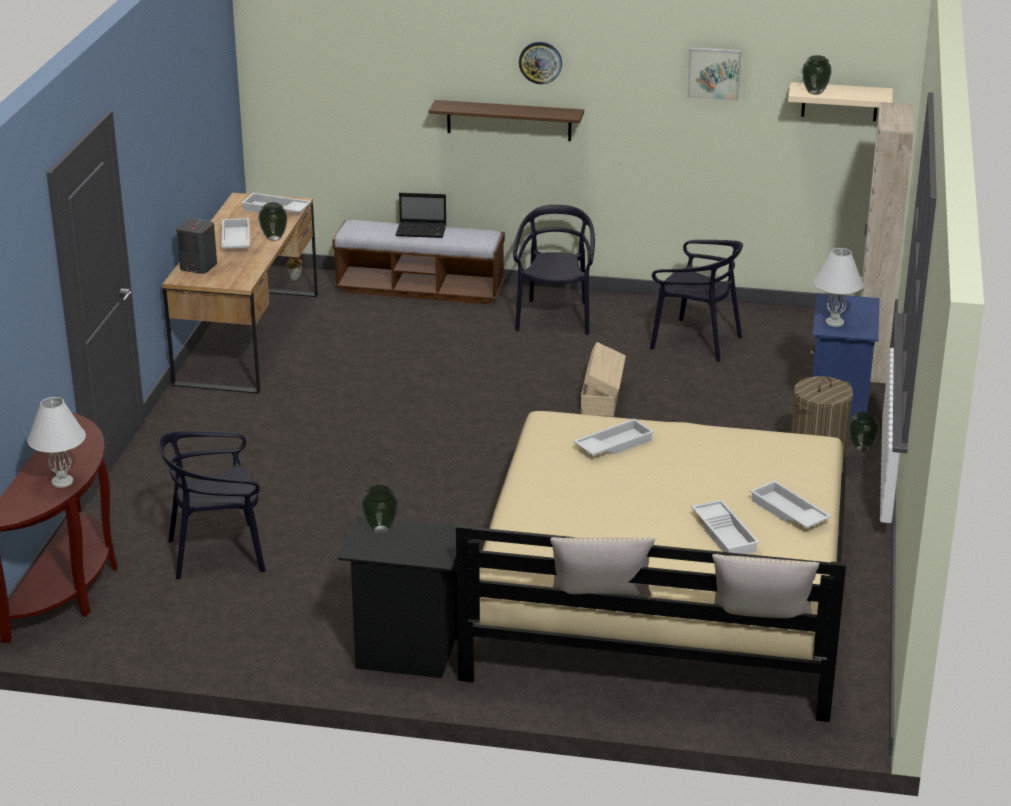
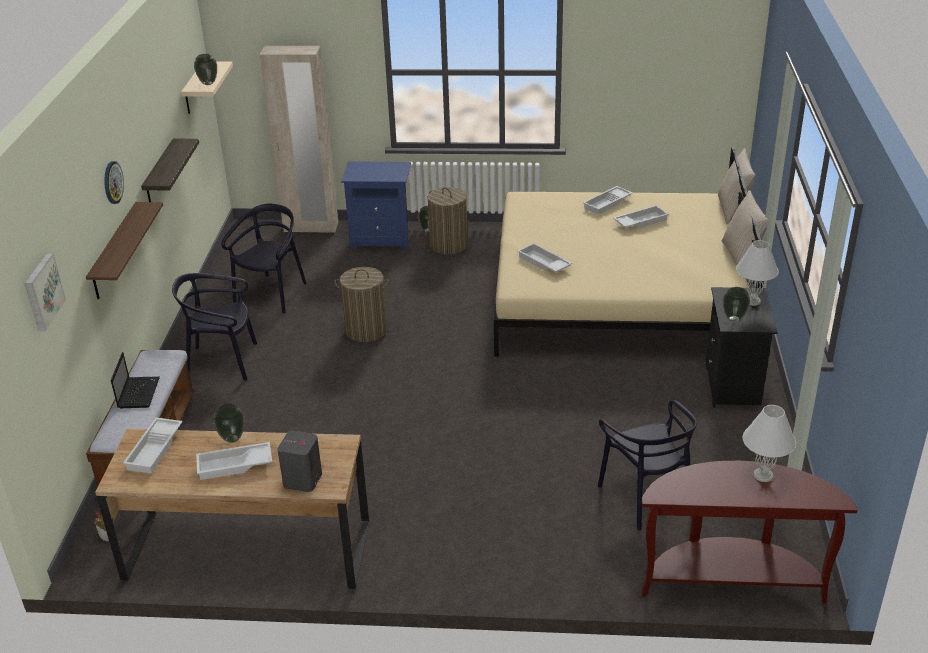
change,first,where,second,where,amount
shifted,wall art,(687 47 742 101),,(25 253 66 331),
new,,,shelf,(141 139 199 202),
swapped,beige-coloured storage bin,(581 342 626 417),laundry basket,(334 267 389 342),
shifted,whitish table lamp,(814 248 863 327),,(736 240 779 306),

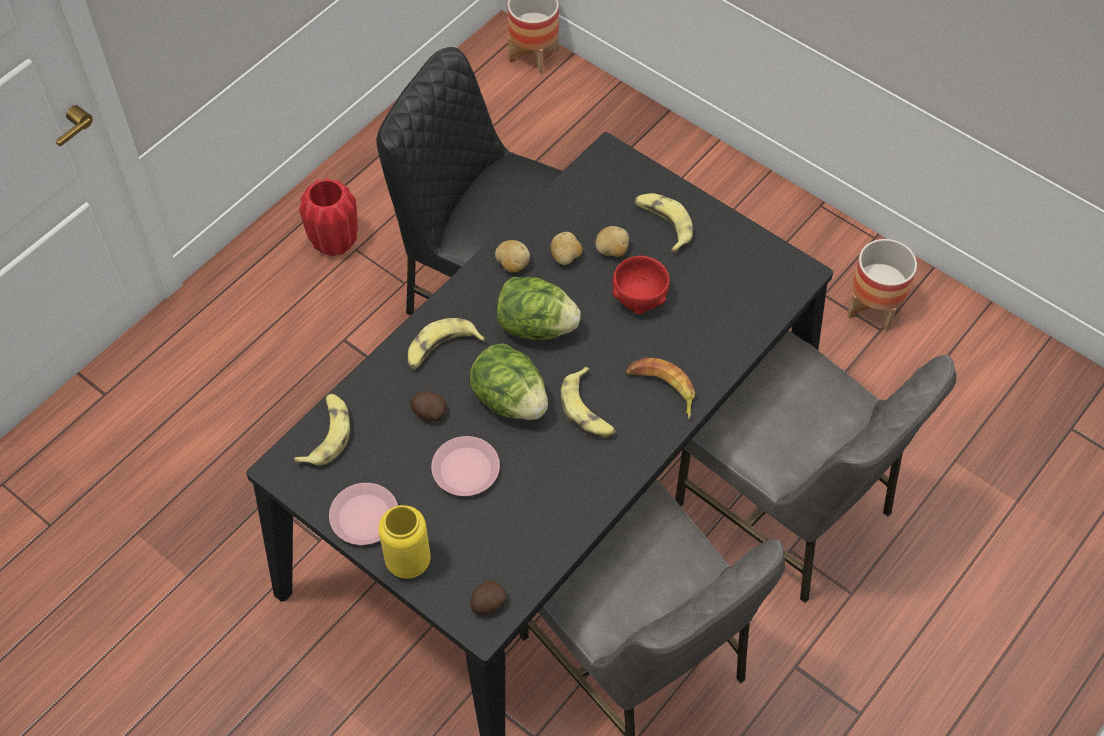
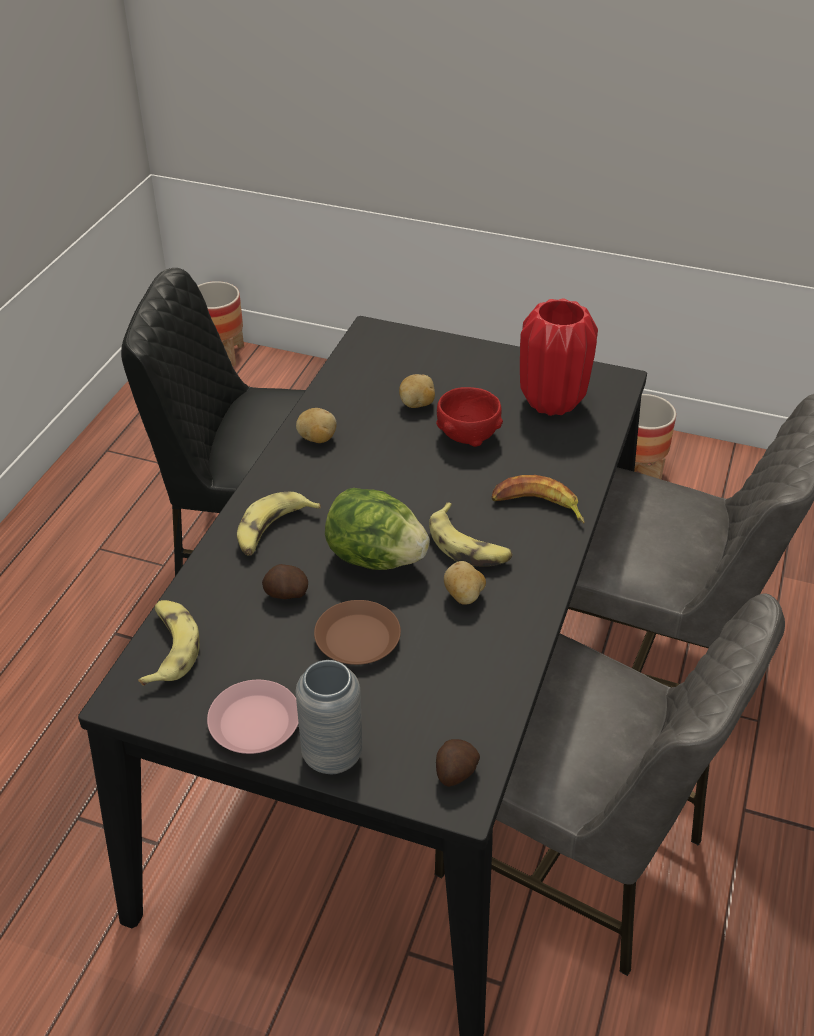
change,first,where,second,where,amount
repainted,yellow decorative vase,(378 505 431 579),gray decorative vase,(296 660 363 774),
repainted,pink dinner plate,(431 436 500 496),brown-coloured dinner plate,(314 600 401 665),
shifted,spud,(550 232 583 265),,(444 561 486 605),
shifted,reddish decorative vase,(299 178 358 256),,(520 298 598 416),
gone,lettuce head,(497 277 581 340),,,
gone,banana,(634 193 693 252),,,

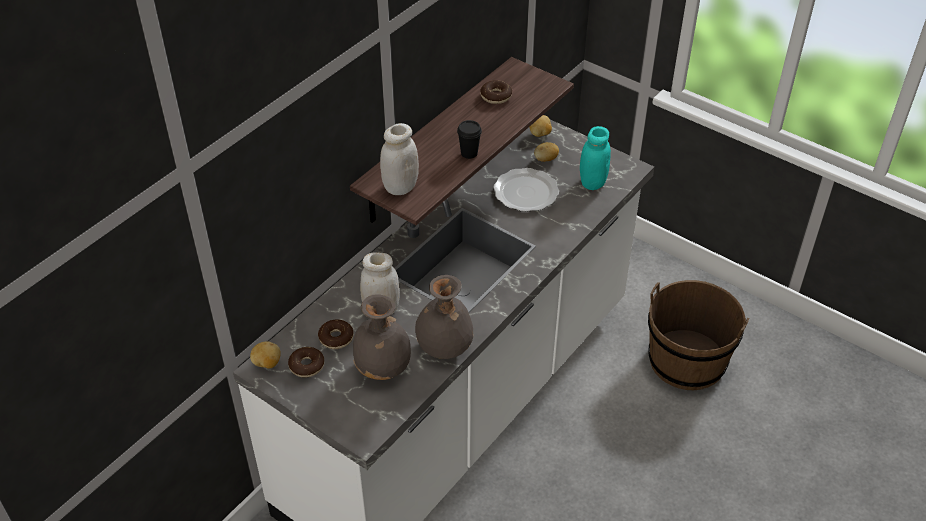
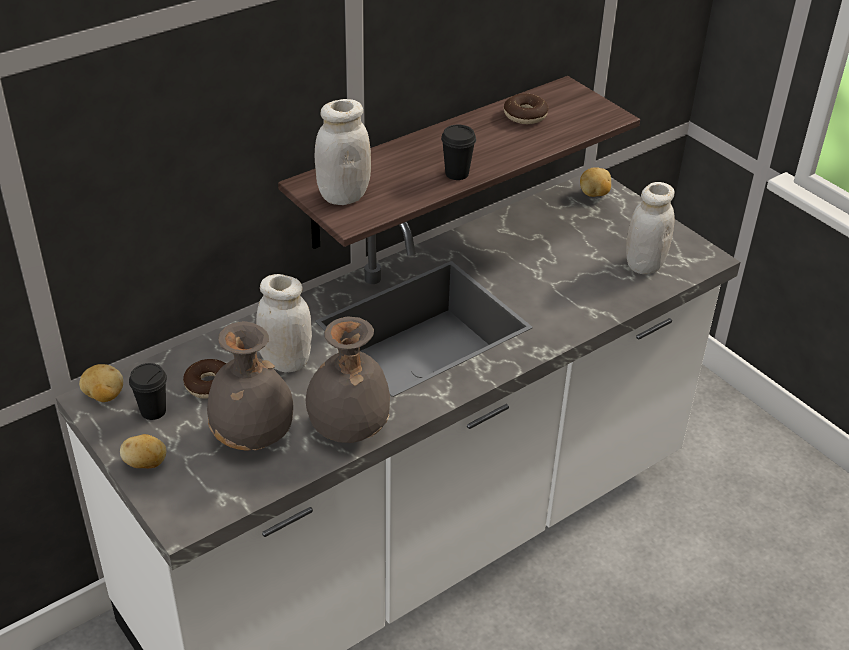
change,first,where,second,where,amount
shifted,spud,(534 142 559 162),,(120 434 167 468),
swapped,donut,(288 347 324 378),black drinking cup,(129 363 167 420),
repainted,turquoise-coloured jar,(580 126 611 190),whitish jar,(626 182 675 274),
gone,dinner plate,(493 168 559 212),,,
gone,brown-coloured pail,(648 280 749 390),,,

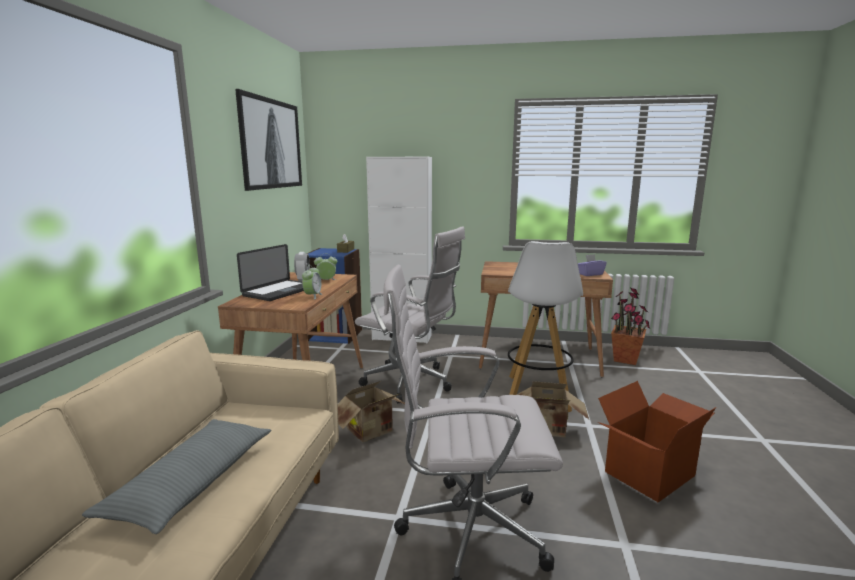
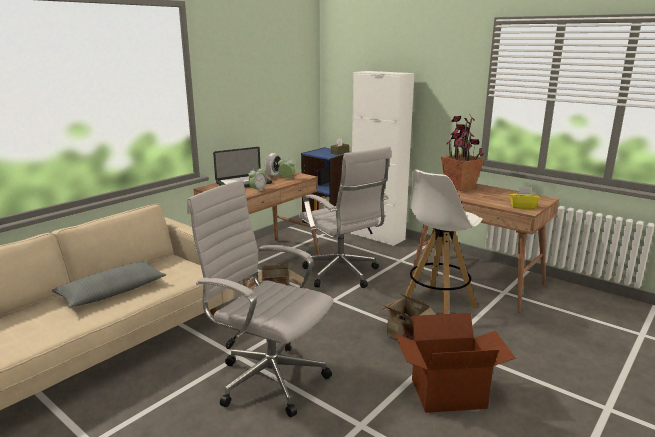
change,first,where,second,where,amount
shifted,houseplant,(611 288 650 365),,(441 115 484 191),
repainted,purplish tissue holder,(578 254 607 276),yellow tissue holder,(510 187 540 209),
gone,wall art,(235 89 302 191),,,

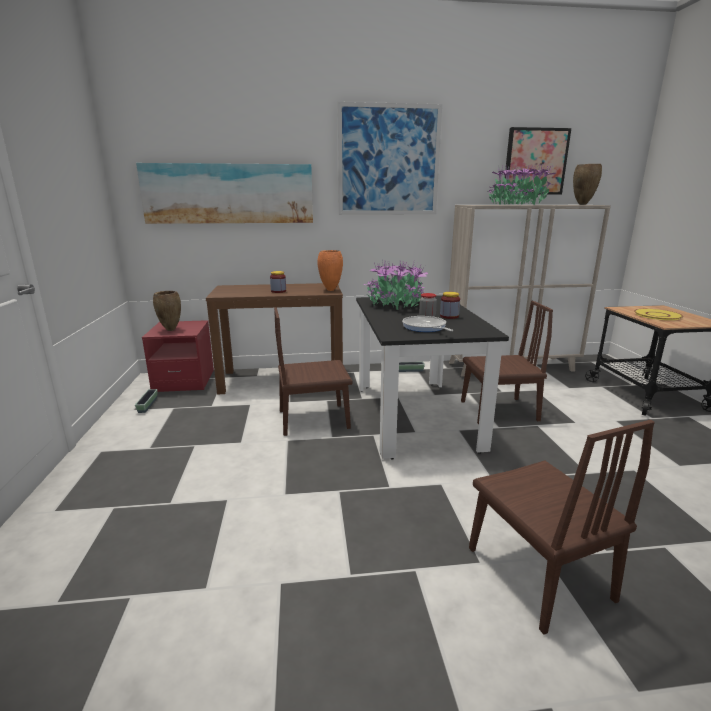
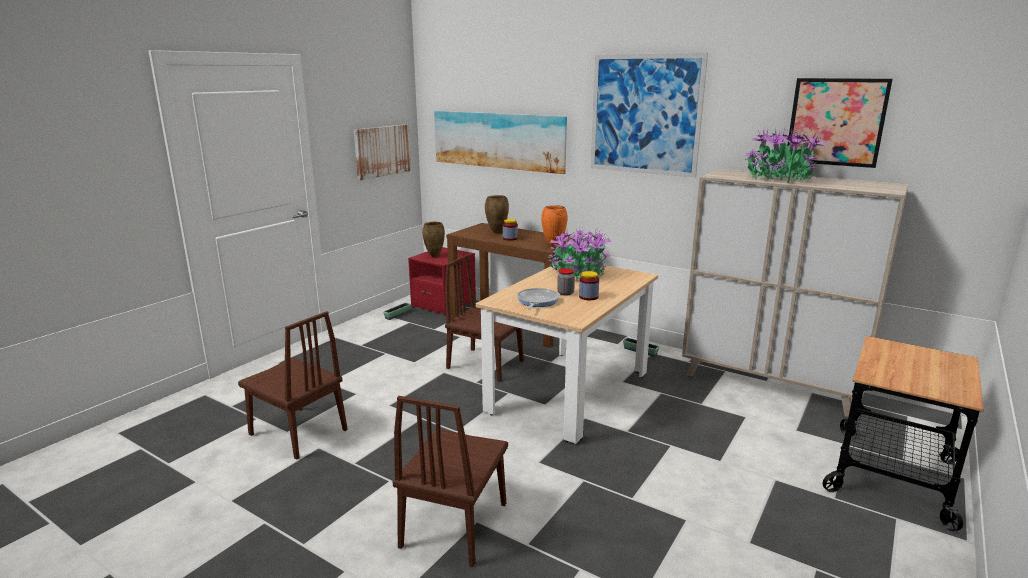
change,first,where,second,where,amount
shifted,brown-coloured upright chair,(461 301 553 424),,(238 311 348 459),
new,,,wall art,(354 124 411 180),
repainted,black kitchen table,(356 295 509 459),beige-coloured kitchen table,(476 262 658 444),
shifted,brown-coloured decorative vase,(573 164 602 205),,(485 195 509 234),
gone,yellow dinner plate,(634 309 683 320),,,

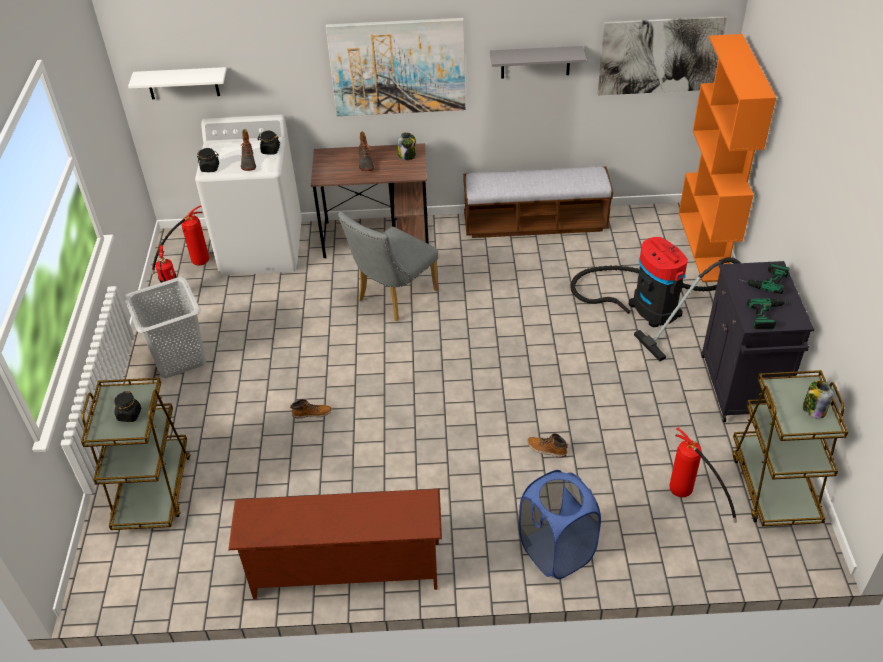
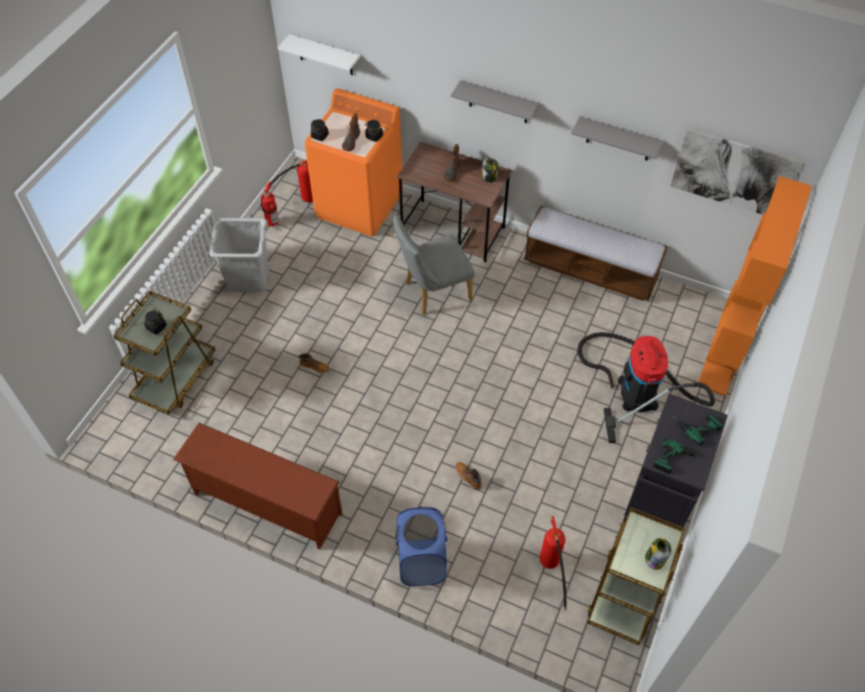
change,first,where,second,where,amount
repainted,whitish washing machine,(195 114 302 275),orange washing machine,(305 88 403 237),
swapped,wall art,(326 18 465 116),gray shelf,(451 80 539 123),

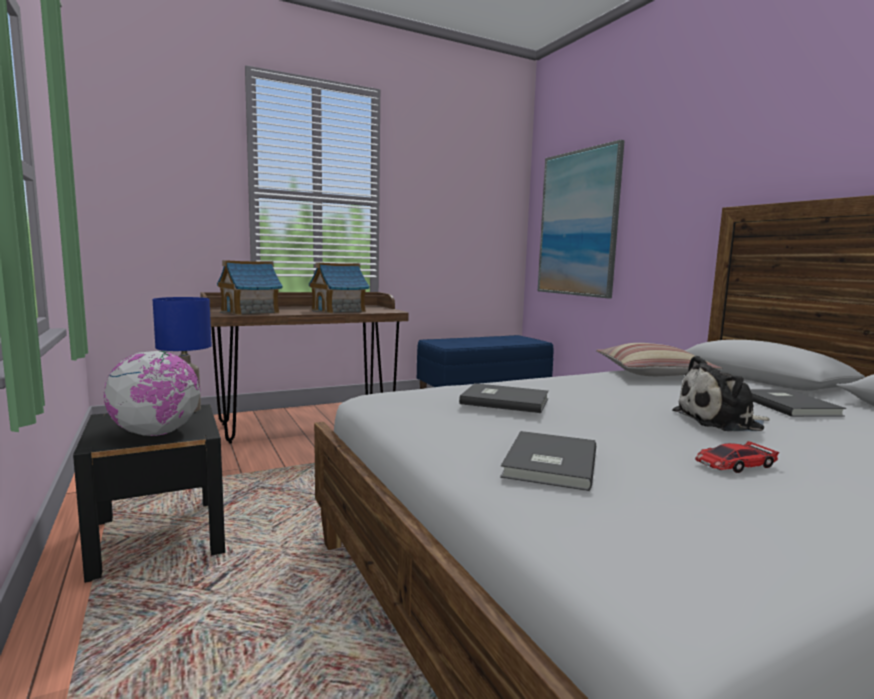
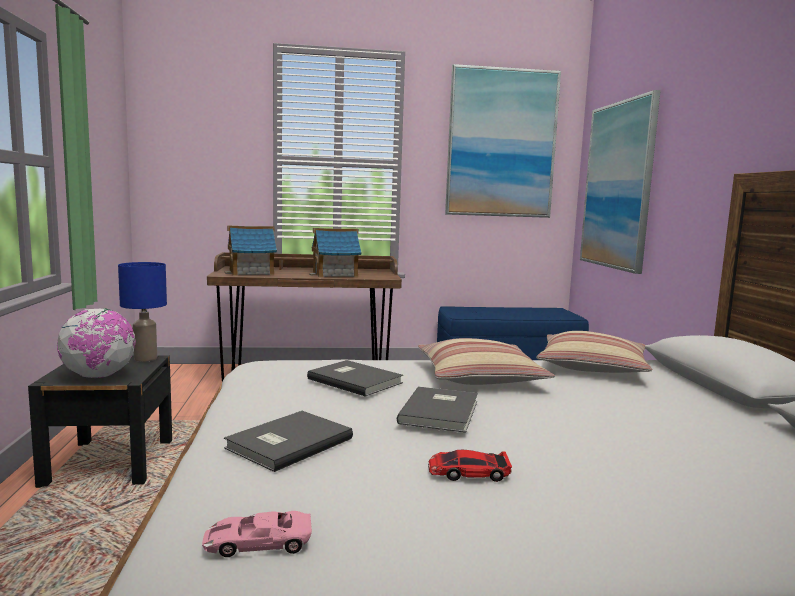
change,first,where,second,where,amount
new,,,pink miniature car,(202 511 312 557),
shifted,gray bound book,(750 389 846 417),,(397 387 478 433),
new,,,pillow,(418 338 555 385),
new,,,wall art,(445 64 561 218),
gone,cuddly toy,(672 356 770 431),,,

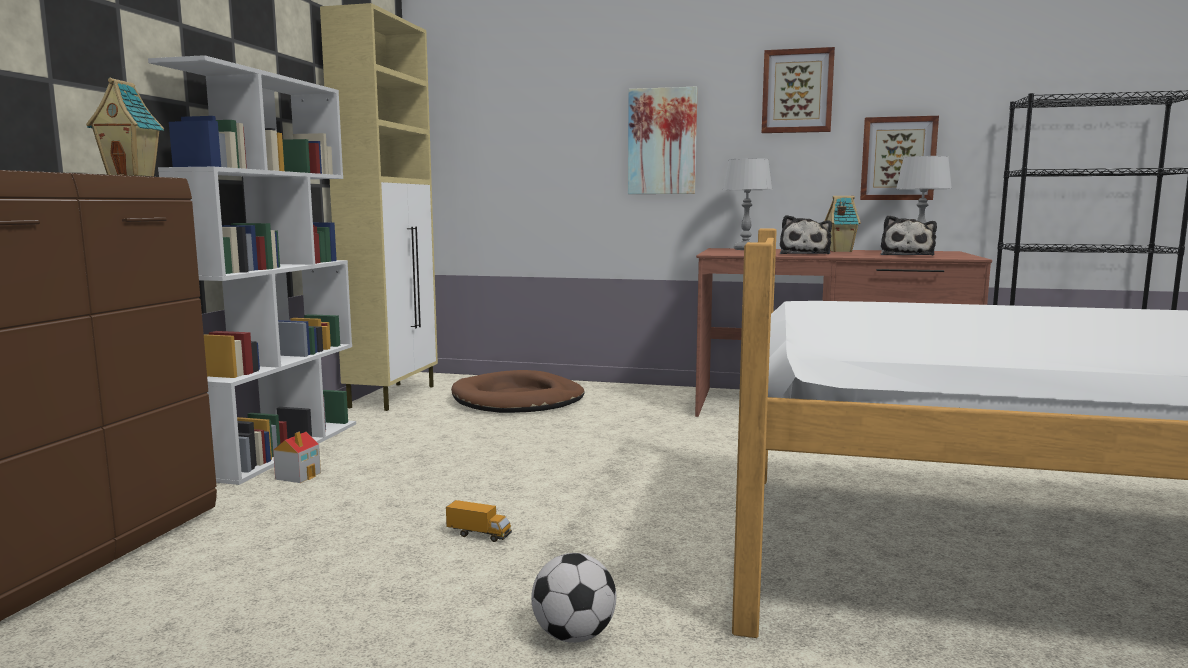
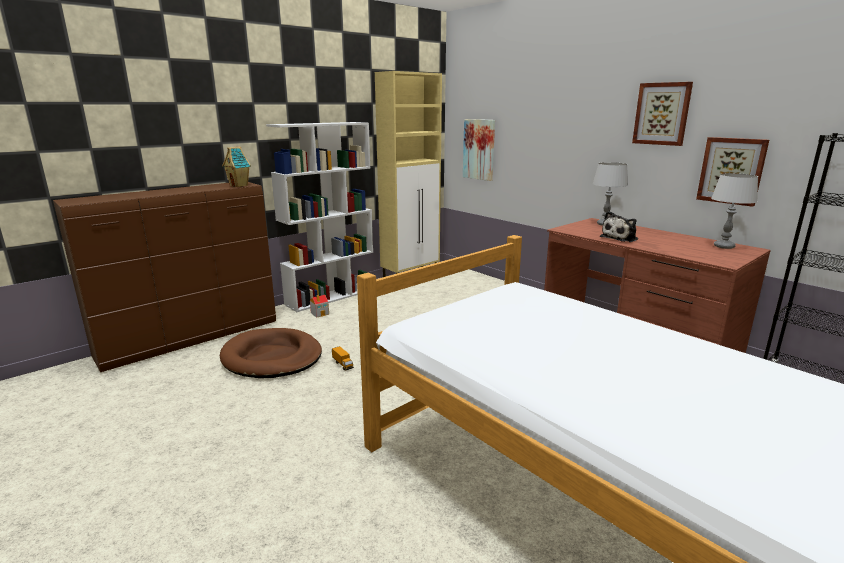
change,first,where,second,where,amount
shifted,brown-coloured dog bed,(451 370 585 413),,(220 328 322 378),
shifted,wall art,(628 87 697 194),,(463 119 495 181),
gone,football,(531 553 616 643),,,
gone,toy house,(825 196 861 252),,,
gone,cuddly toy,(881 215 937 256),,,

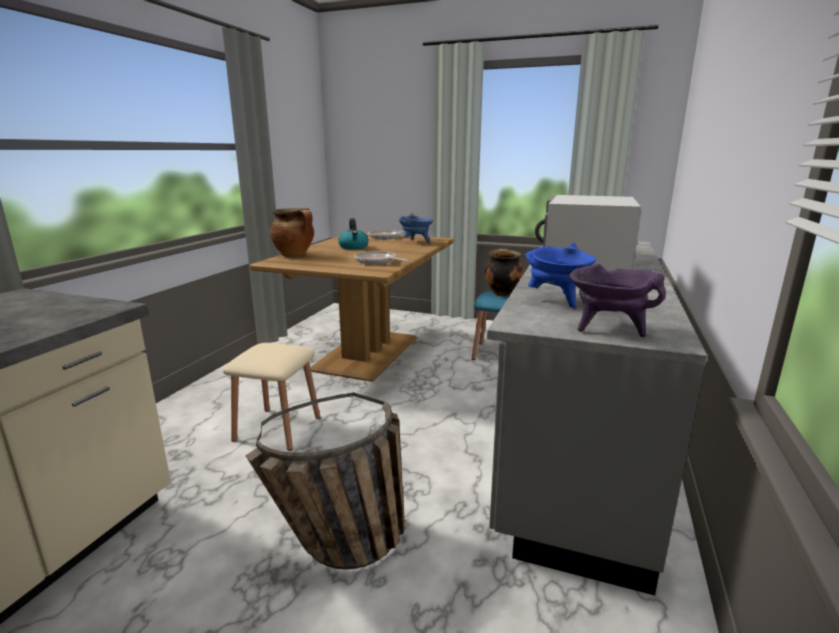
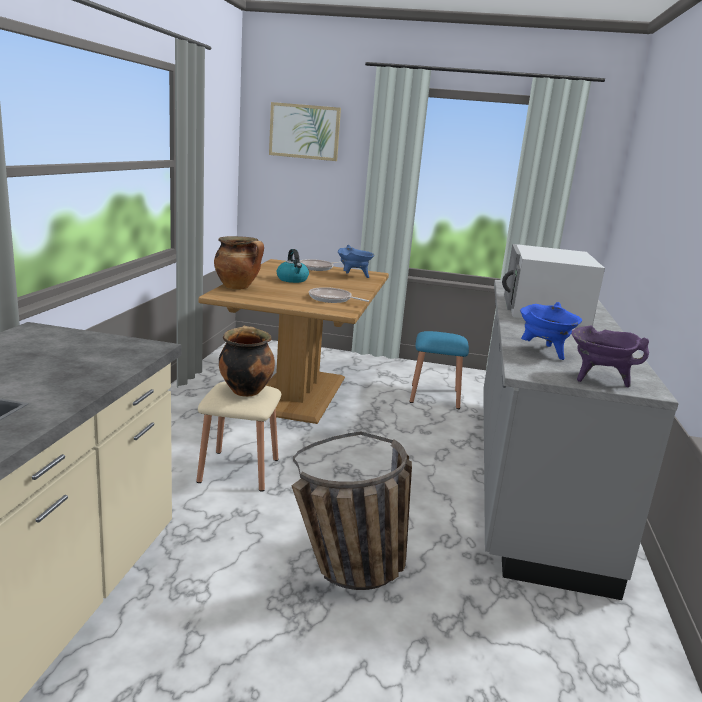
change,first,where,second,where,amount
shifted,stockpot,(485 249 524 296),,(219 326 275 397),
new,,,wall art,(269 102 341 161),

